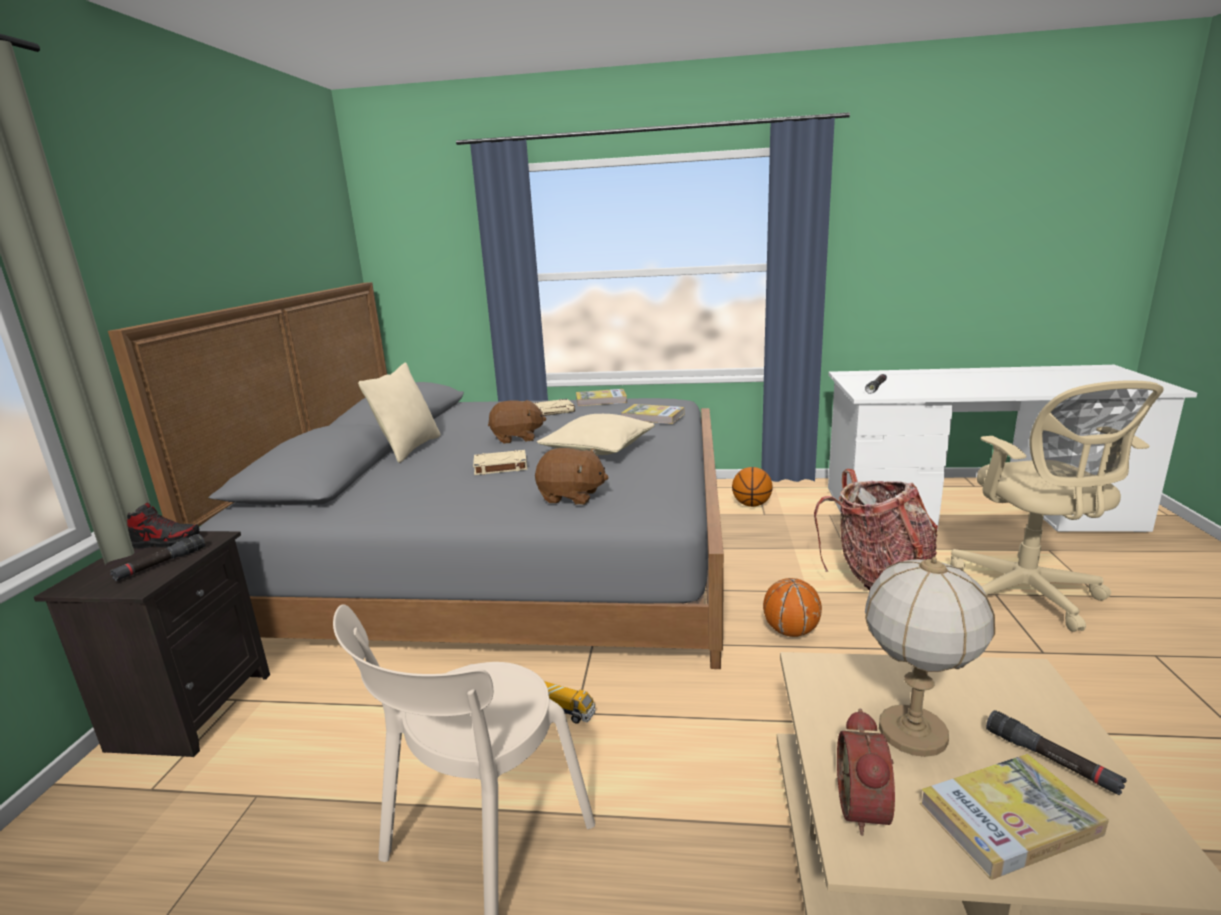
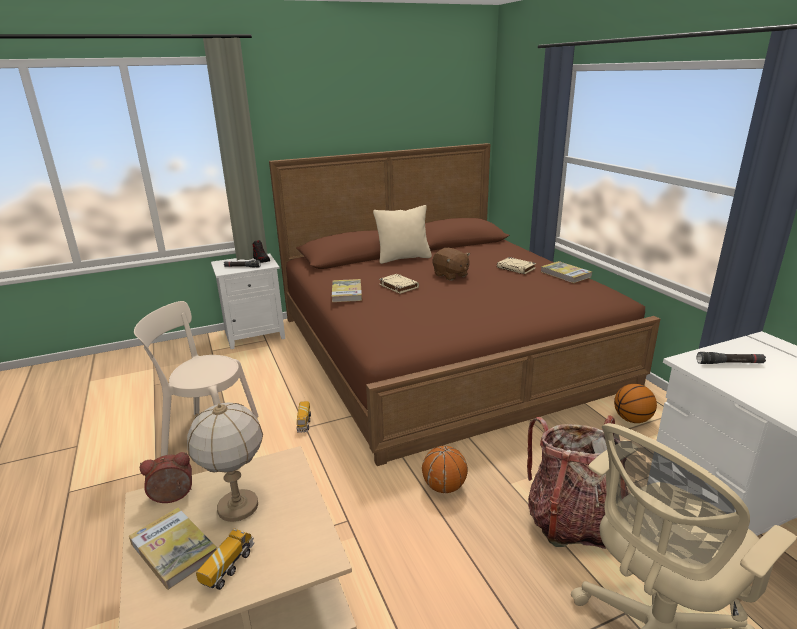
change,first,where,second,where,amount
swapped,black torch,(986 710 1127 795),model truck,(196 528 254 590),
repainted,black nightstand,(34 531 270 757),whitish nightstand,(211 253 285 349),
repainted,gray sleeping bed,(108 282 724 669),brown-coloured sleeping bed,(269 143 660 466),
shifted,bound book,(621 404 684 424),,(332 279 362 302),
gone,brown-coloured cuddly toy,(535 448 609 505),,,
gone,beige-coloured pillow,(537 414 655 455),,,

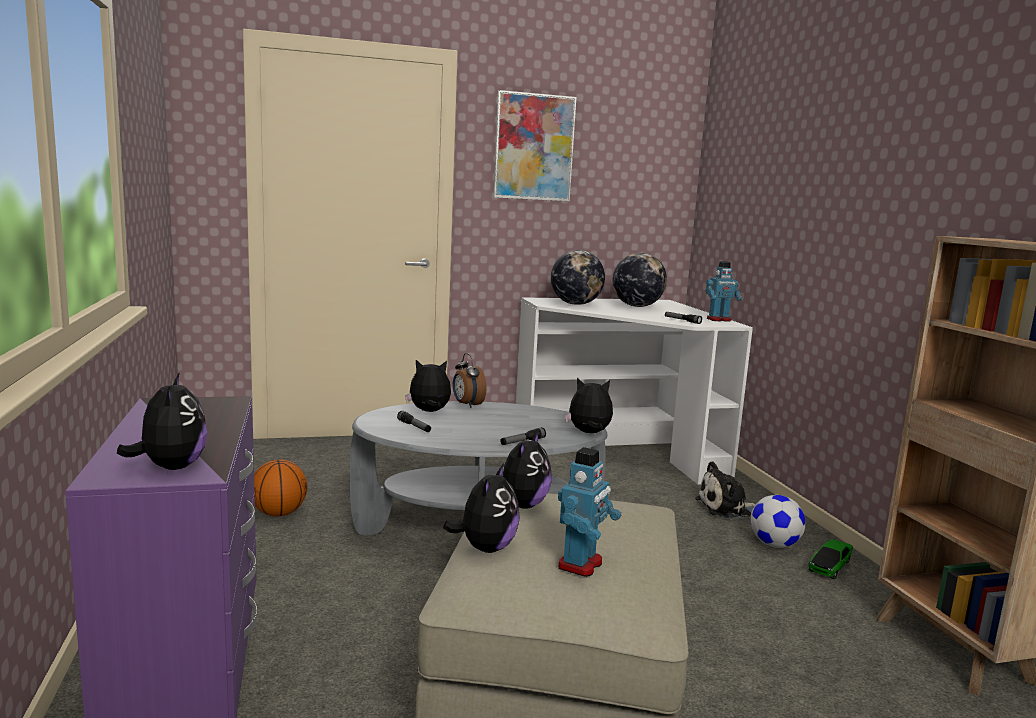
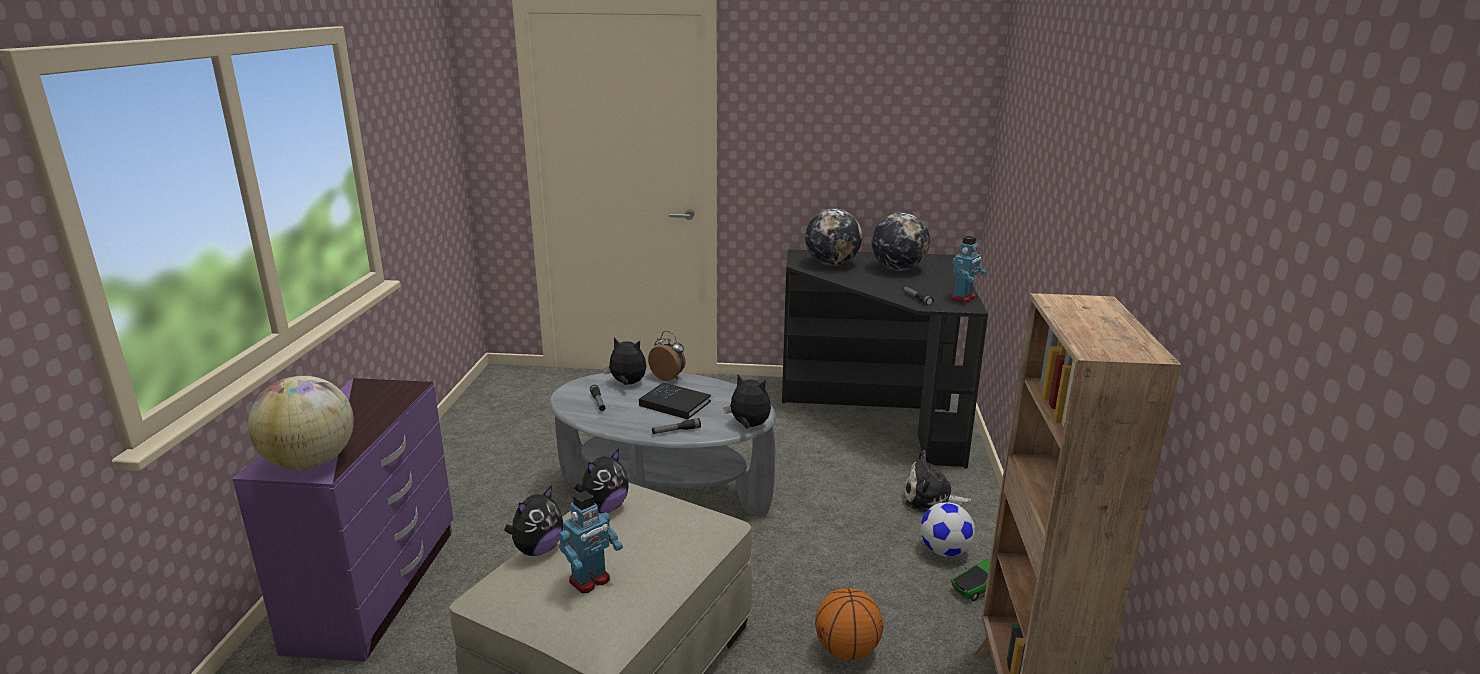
change,first,where,second,where,amount
swapped,cuddly toy,(117 372 207 470),world globe,(248 376 354 470),
new,,,black bound book,(639 382 711 419),
rotated,alarm clock,(453 353 486 408),,(648 331 686 381),135 degrees clockwise
repainted,whitish desk unit,(516 297 753 485),black desk unit,(782 249 988 469),
shifted,ball for basketball,(254 459 308 517),,(815 588 883 660),
rotated,robot figure,(706 261 742 322),,(951 236 987 303),60 degrees counterclockwise
gone,wall art,(493 90 577 201),,,

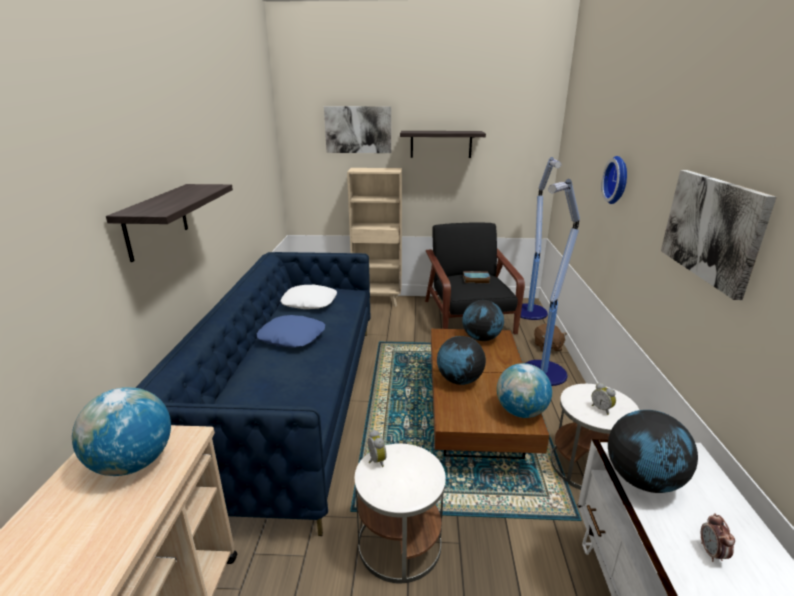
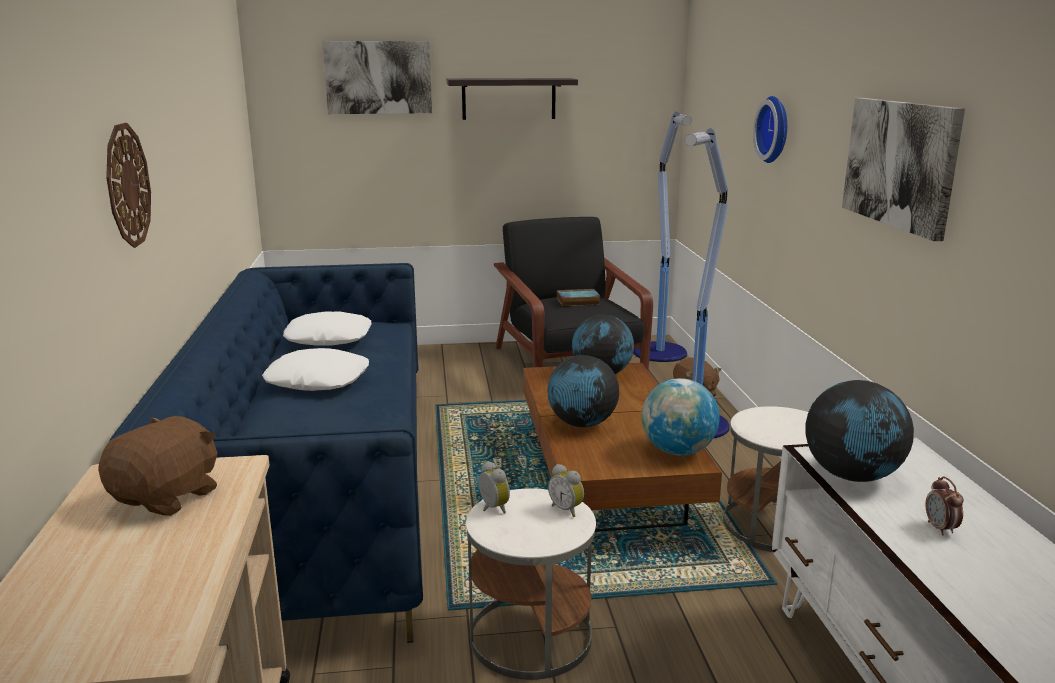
change,first,where,second,where,amount
swapped,world globe,(72 387 171 476),brown-coloured cuddly toy,(98 416 218 516),
swapped,shelf,(106 184 233 262),hanging clock,(106 123 151 248),
repainted,blue pillow,(257 315 325 348),whitish pillow,(262 348 369 391),
shifted,alarm clock,(592 383 616 415),,(548 464 584 517),
gone,beige-coloured shelving unit,(347 168 402 307),,,

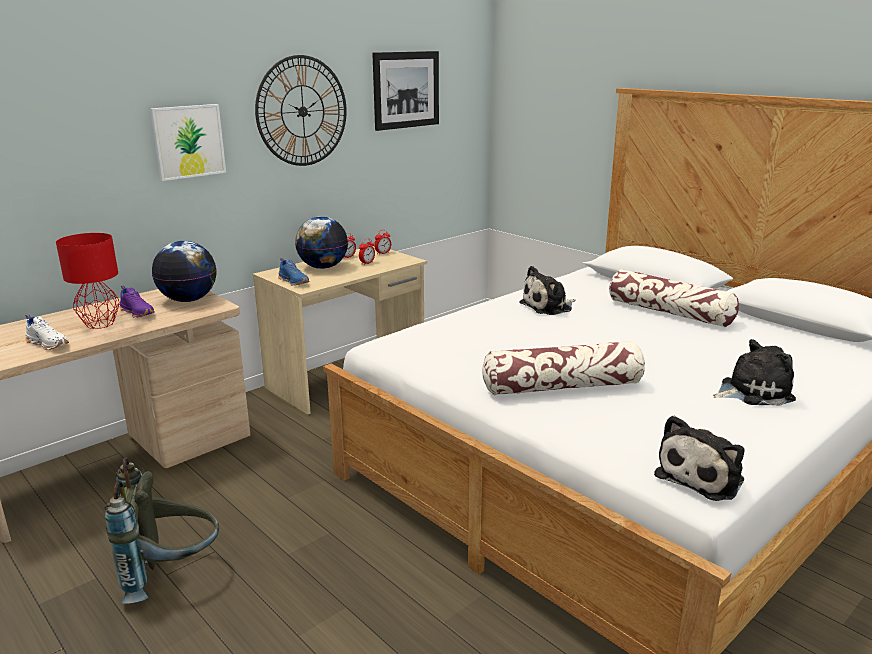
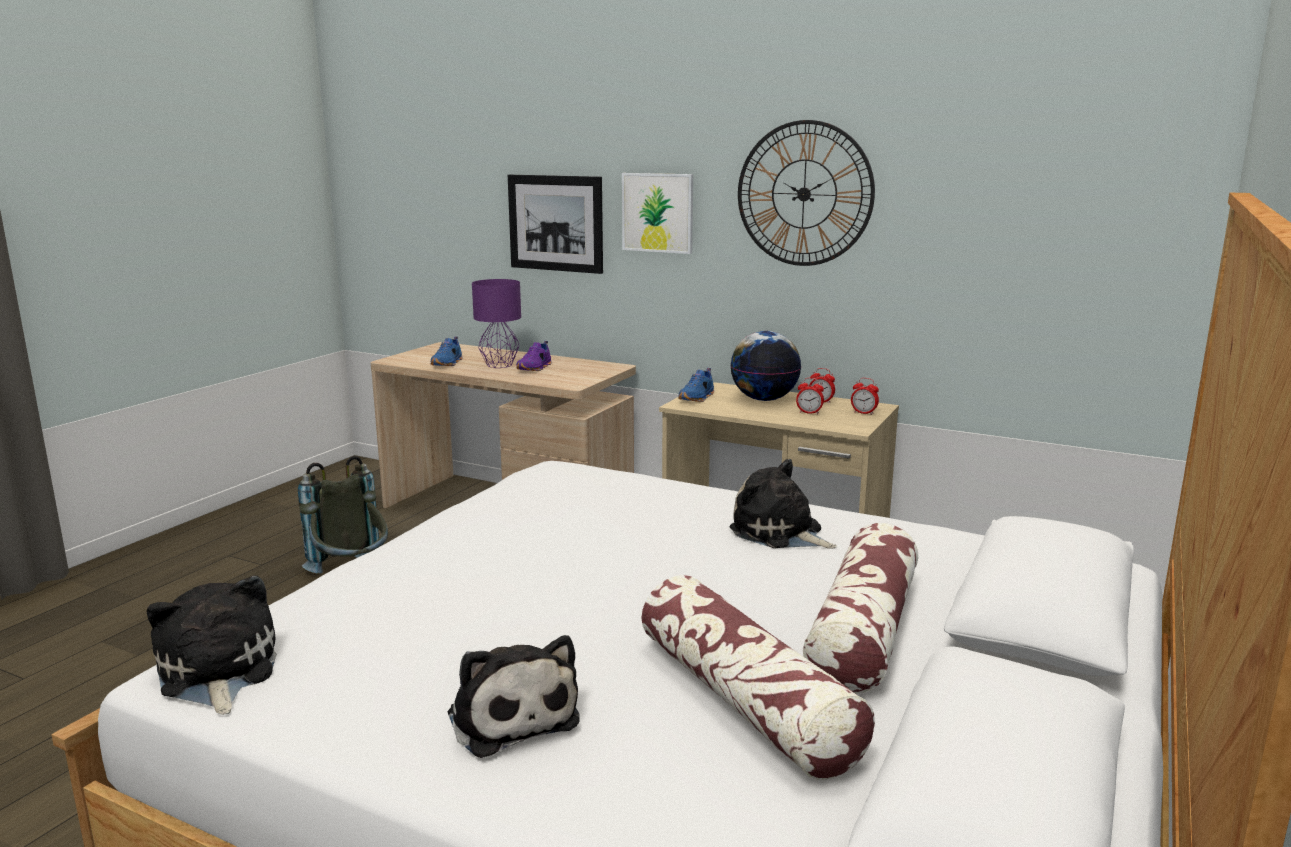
change,first,where,second,where,amount
rotated,cuddly toy,(654 415 745 501),,(147 576 277 715),45 degrees clockwise
repainted,whitish item of footwear,(25 315 69 350),blue item of footwear,(431 336 462 366),
repainted,reddish table lamp,(56 233 120 329),purplish table lamp,(472 279 521 368),
shifted,wall art,(372 51 439 131),,(508 175 603 274),
shifted,pillow,(482 341 645 395),,(641 575 875 780),
gone,world globe,(152 241 217 302),,,

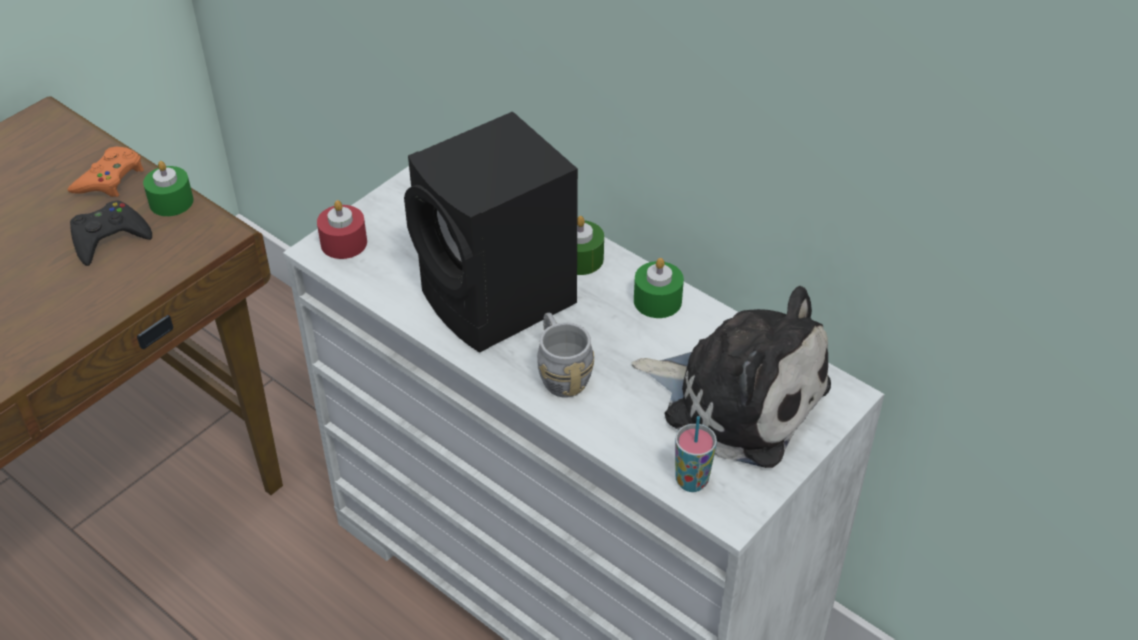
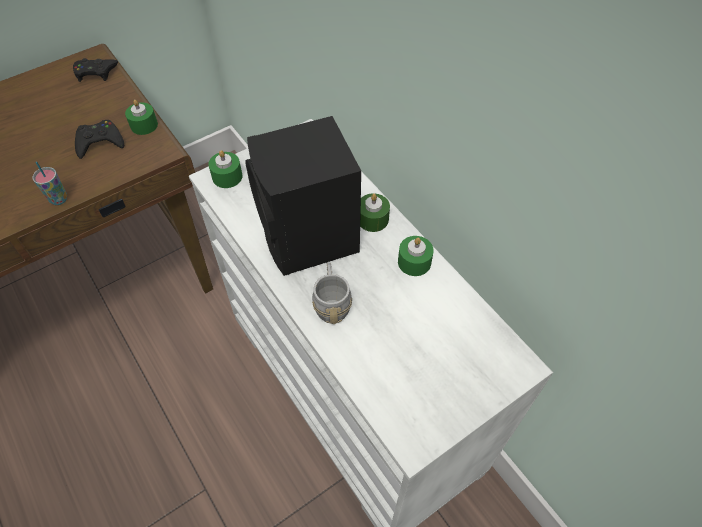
change,first,where,second,where,amount
shifted,drinking cup,(675 416 717 492),,(32 162 67 205),
new,,,black game controller,(73 58 118 82),
repainted,reddish wax light,(317 200 367 259),green-coloured wax light,(208 150 243 188),
gone,orange game controller,(67 147 144 197),,,
gone,cuddly toy,(631 286 831 468),,,

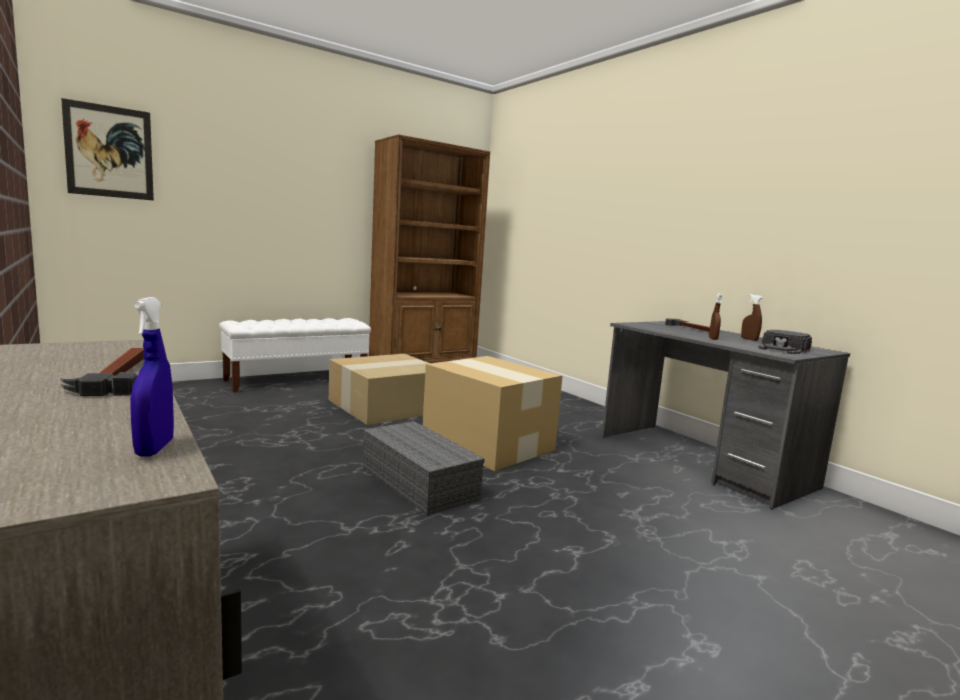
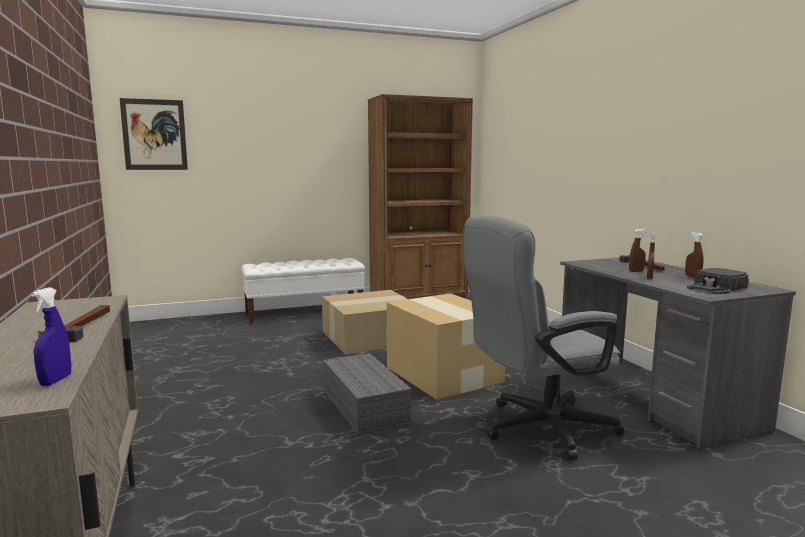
change,first,where,second,where,amount
new,,,gray desk chair,(463 215 624 460),
new,,,brown-coloured sprayer,(629 229 646 272),

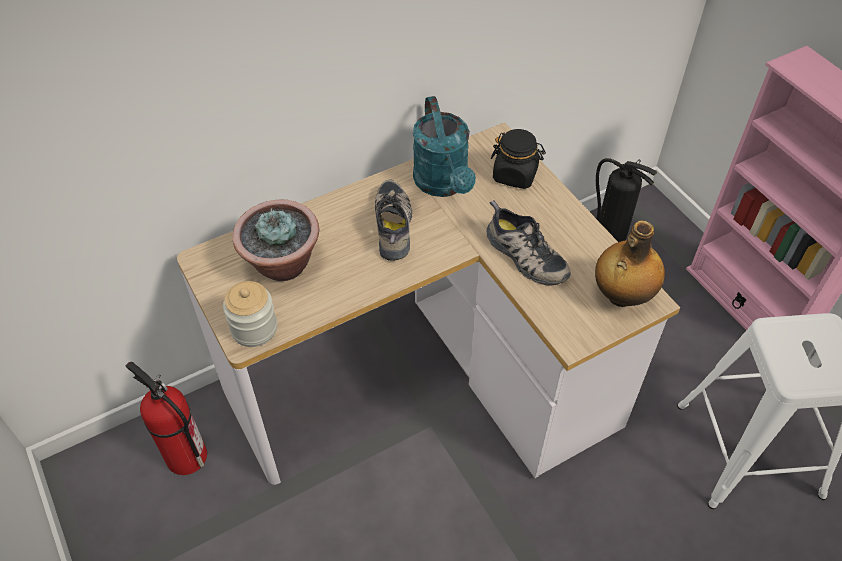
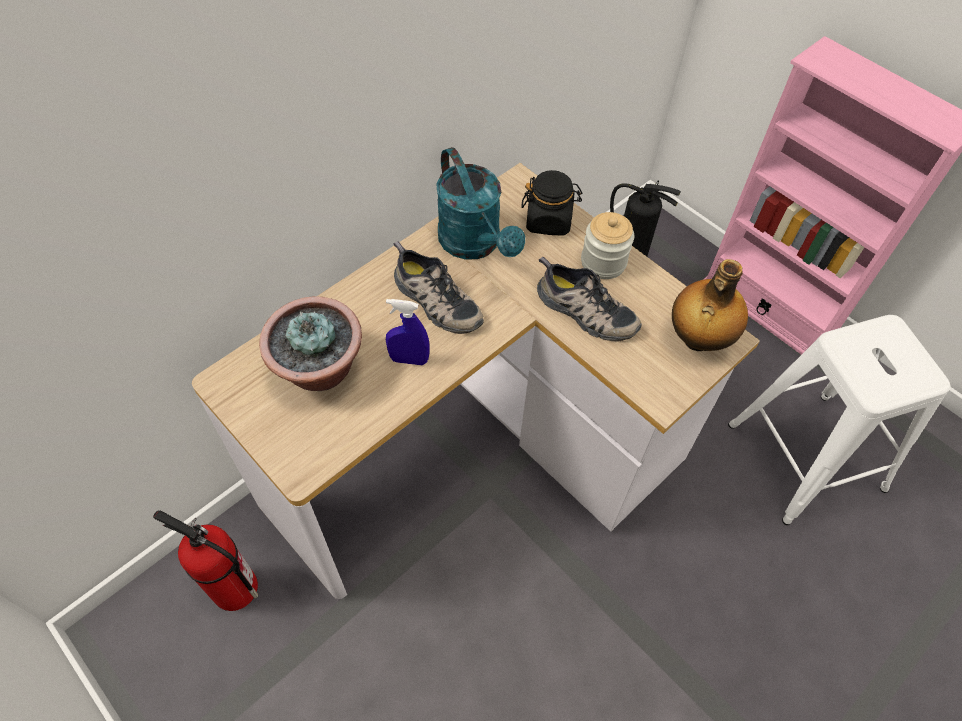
change,first,where,second,where,amount
new,,,blue sprayer,(386 299 430 365),
rotated,item of footwear,(375 179 412 261),,(394 241 484 334),150 degrees clockwise
shifted,jar,(223 281 277 347),,(581 212 634 279),

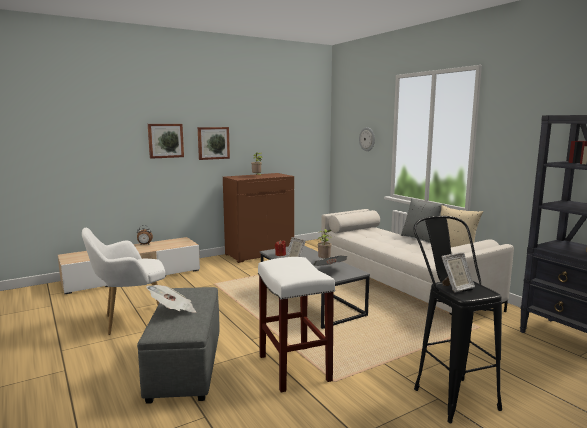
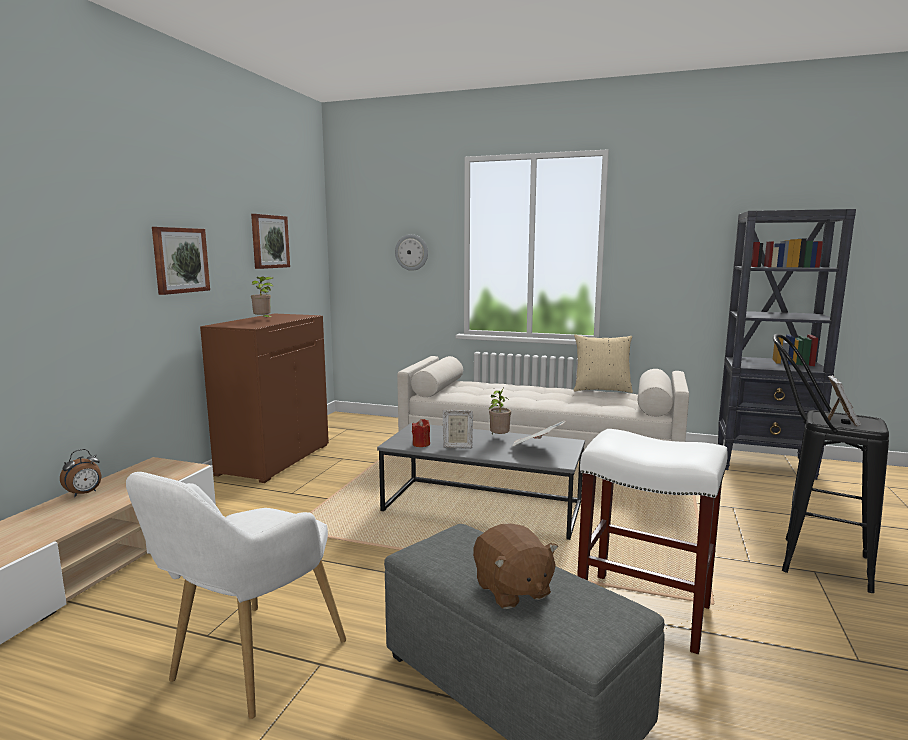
change,first,where,second,where,amount
shifted,wall art,(148 124 184 159),,(251 214 290 269),
swapped,printed paper,(146 285 196 313),brown-coloured cuddly toy,(473 524 558 609),
gone,gray pillow,(401 198 445 243),,,

